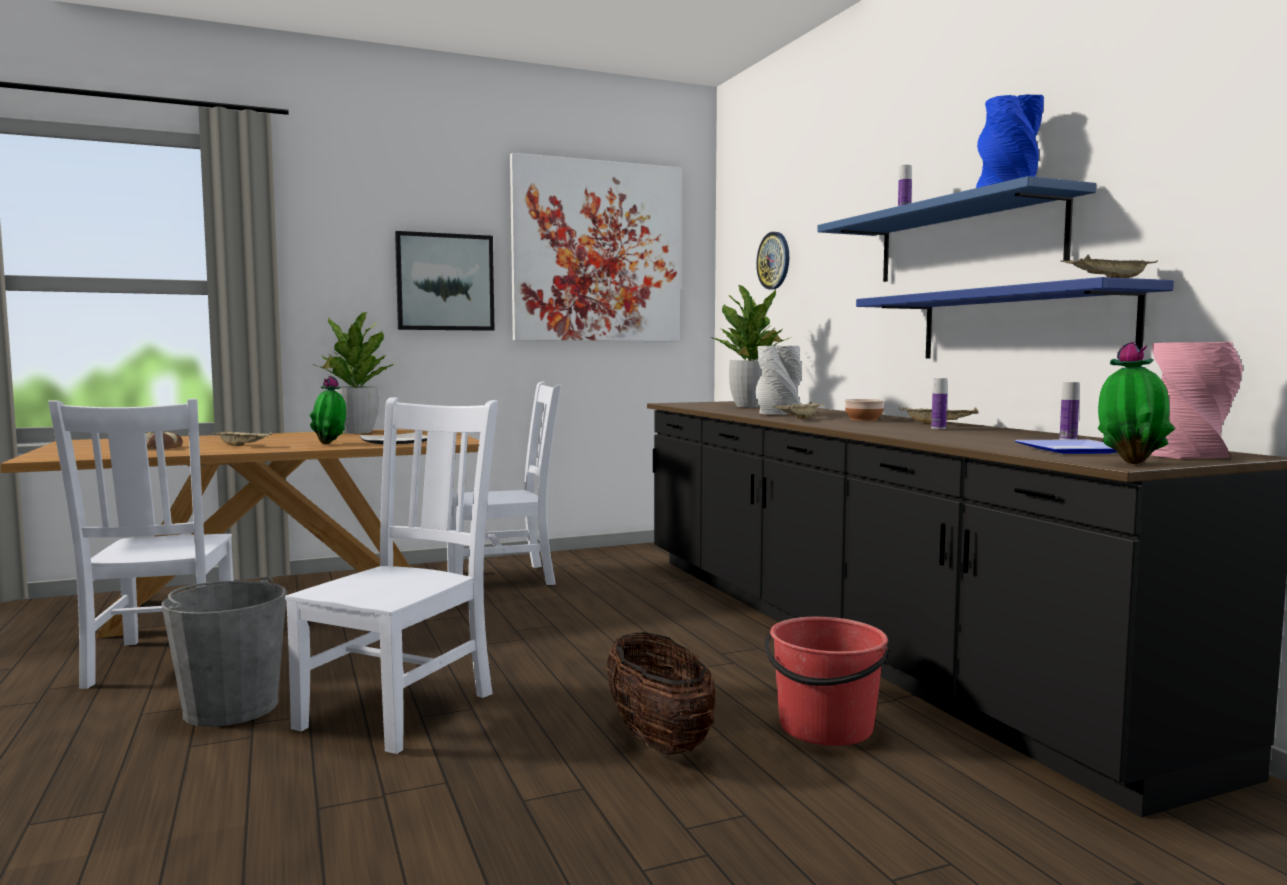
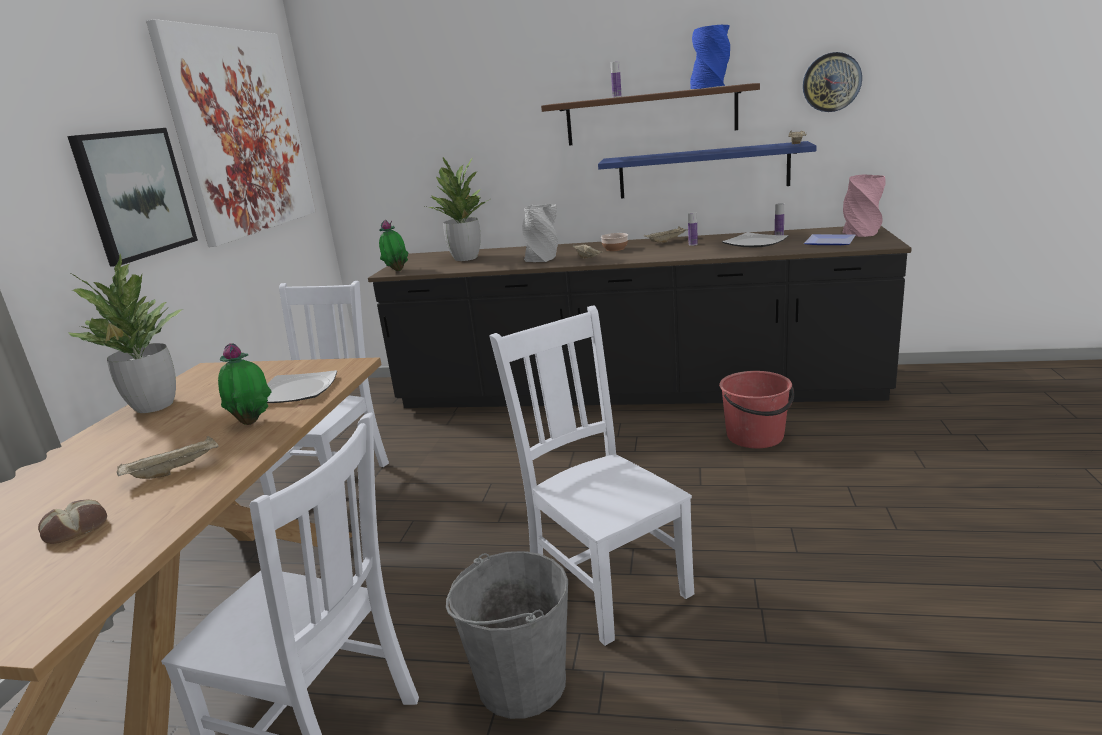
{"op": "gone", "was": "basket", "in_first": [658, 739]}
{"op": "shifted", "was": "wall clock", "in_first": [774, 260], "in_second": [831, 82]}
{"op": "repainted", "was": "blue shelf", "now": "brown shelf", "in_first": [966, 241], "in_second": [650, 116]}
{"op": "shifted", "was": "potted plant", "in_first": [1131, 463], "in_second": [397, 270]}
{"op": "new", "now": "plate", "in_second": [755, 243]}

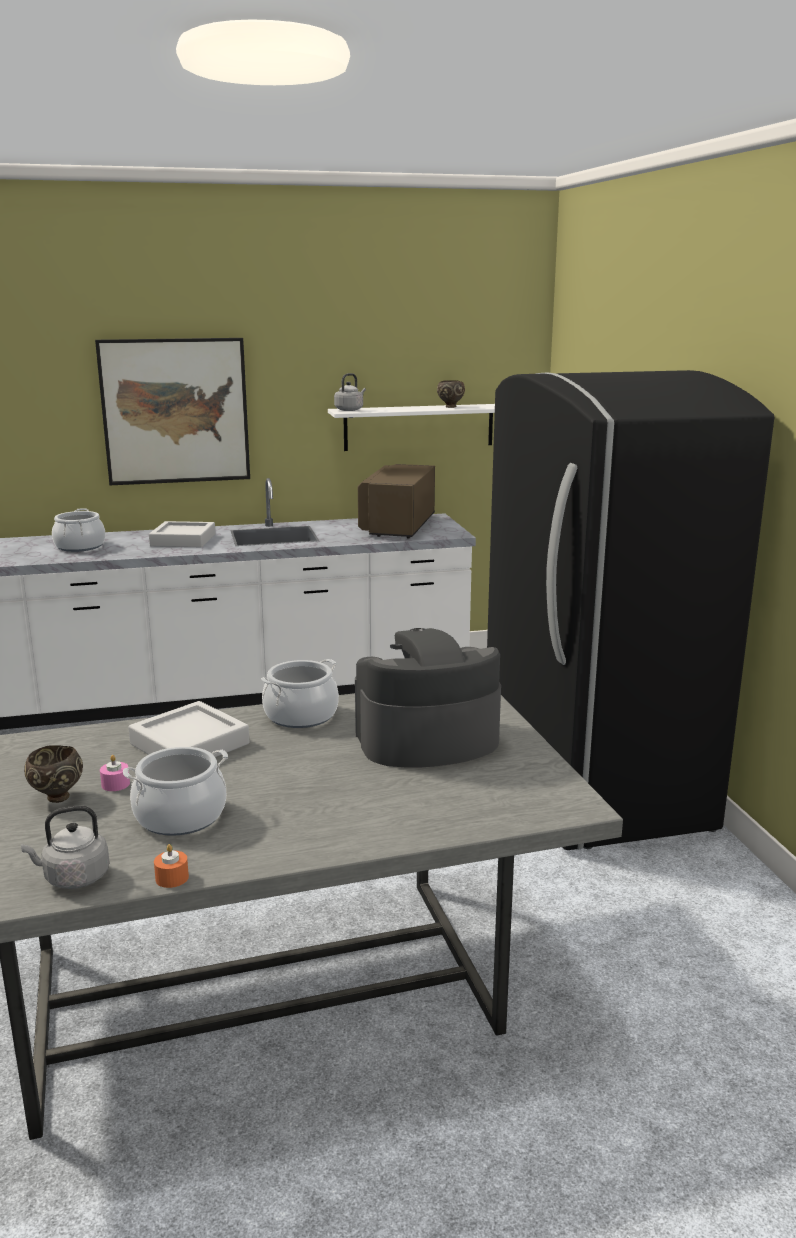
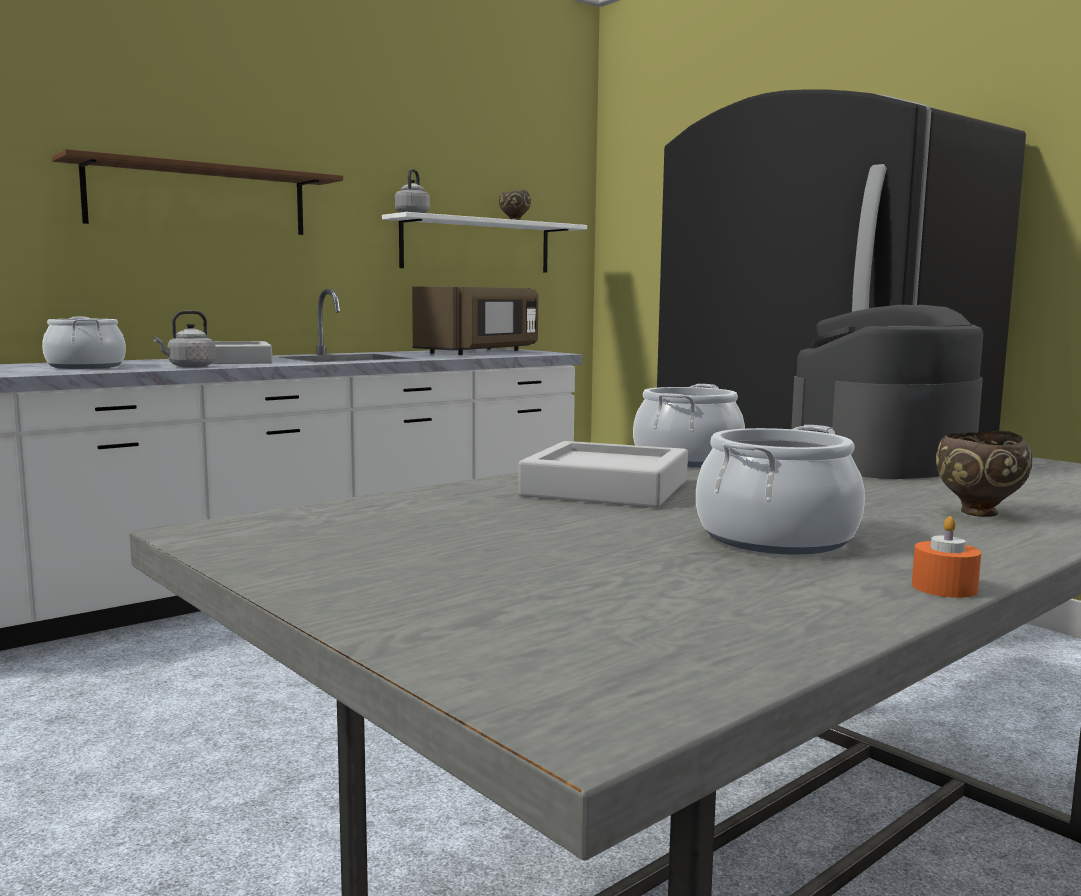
{"op": "shifted", "was": "grey kettle", "in_first": [73, 878], "in_second": [189, 366]}
{"op": "shifted", "was": "brown bowl", "in_first": [56, 798], "in_second": [977, 513]}
{"op": "swapped", "was": "picture", "now": "brown shelf", "in_first": [175, 411], "in_second": [199, 199]}
{"op": "gone", "was": "pink candle", "in_first": [115, 784]}
{"op": "rotated", "was": "brown microwave", "in_first": [397, 526], "in_second": [479, 352], "clockwise": -135}

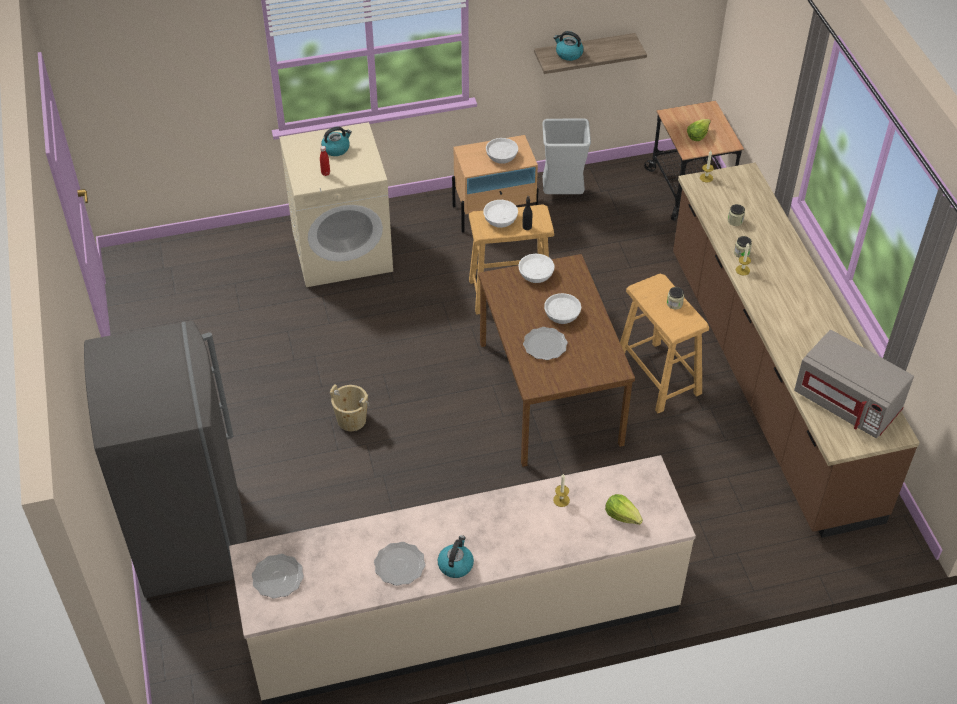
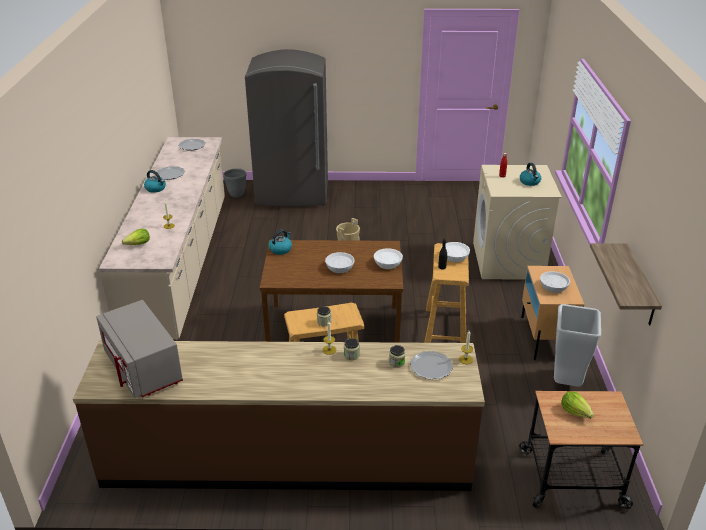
{"op": "shifted", "was": "plate", "in_first": [545, 345], "in_second": [431, 367]}
{"op": "shifted", "was": "kettle", "in_first": [568, 54], "in_second": [280, 249]}
{"op": "rotated", "was": "grey microwave", "in_first": [848, 402], "in_second": [144, 368], "clockwise": -90}
{"op": "new", "now": "grey planter", "in_second": [236, 194]}

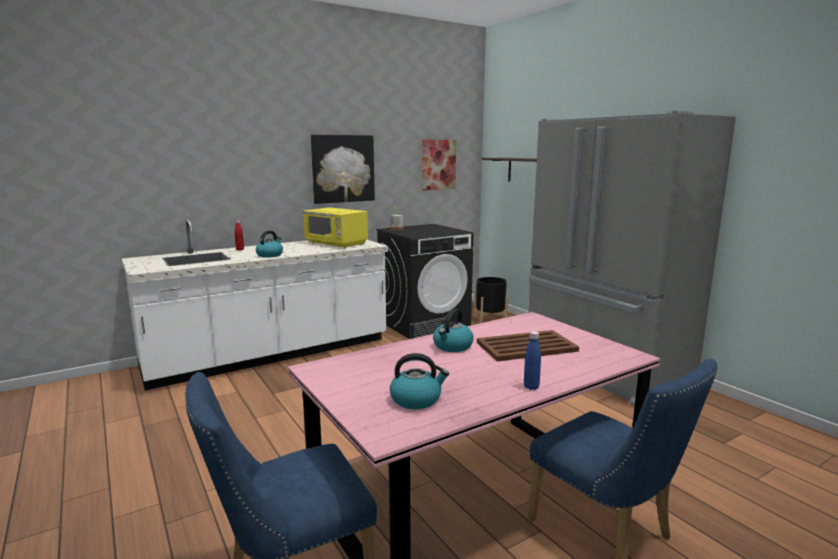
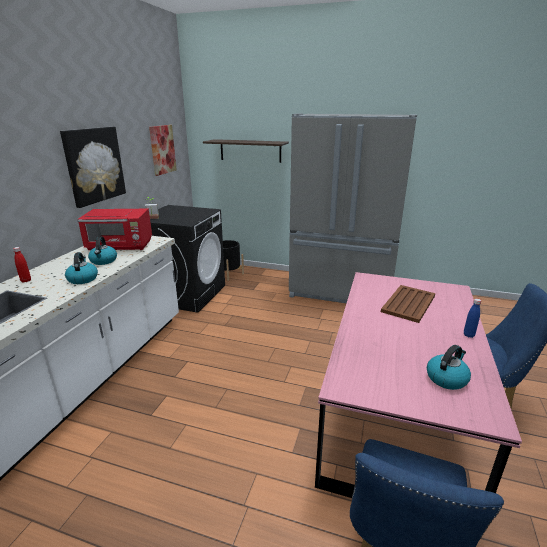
{"op": "repainted", "was": "yellow microwave", "now": "red microwave", "in_first": [336, 244], "in_second": [121, 246]}
{"op": "shifted", "was": "kettle", "in_first": [452, 346], "in_second": [104, 261]}

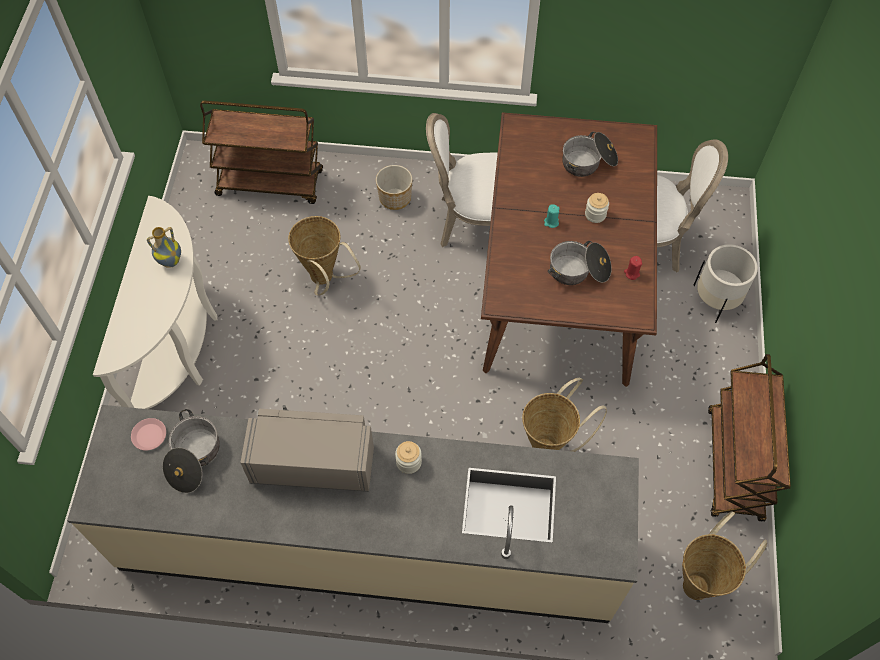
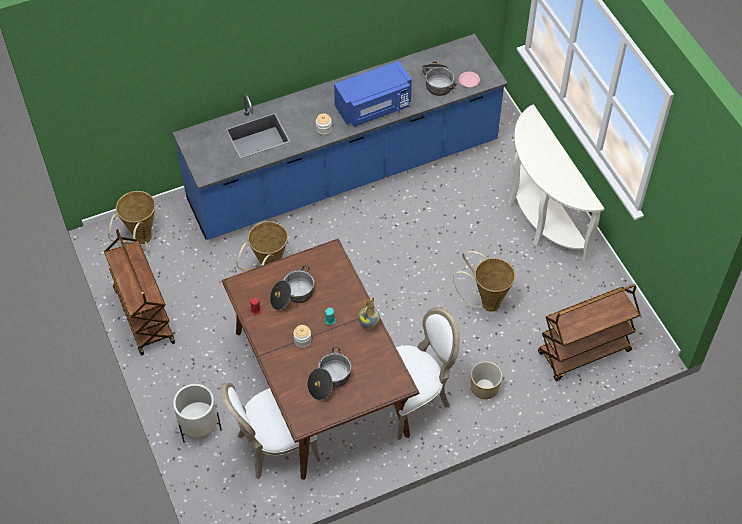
{"op": "repainted", "was": "beige counter", "now": "blue counter", "in_first": [368, 543], "in_second": [344, 173]}
{"op": "shifted", "was": "vase", "in_first": [170, 260], "in_second": [369, 325]}
{"op": "repainted", "was": "grey microwave", "now": "blue microwave", "in_first": [313, 462], "in_second": [374, 107]}

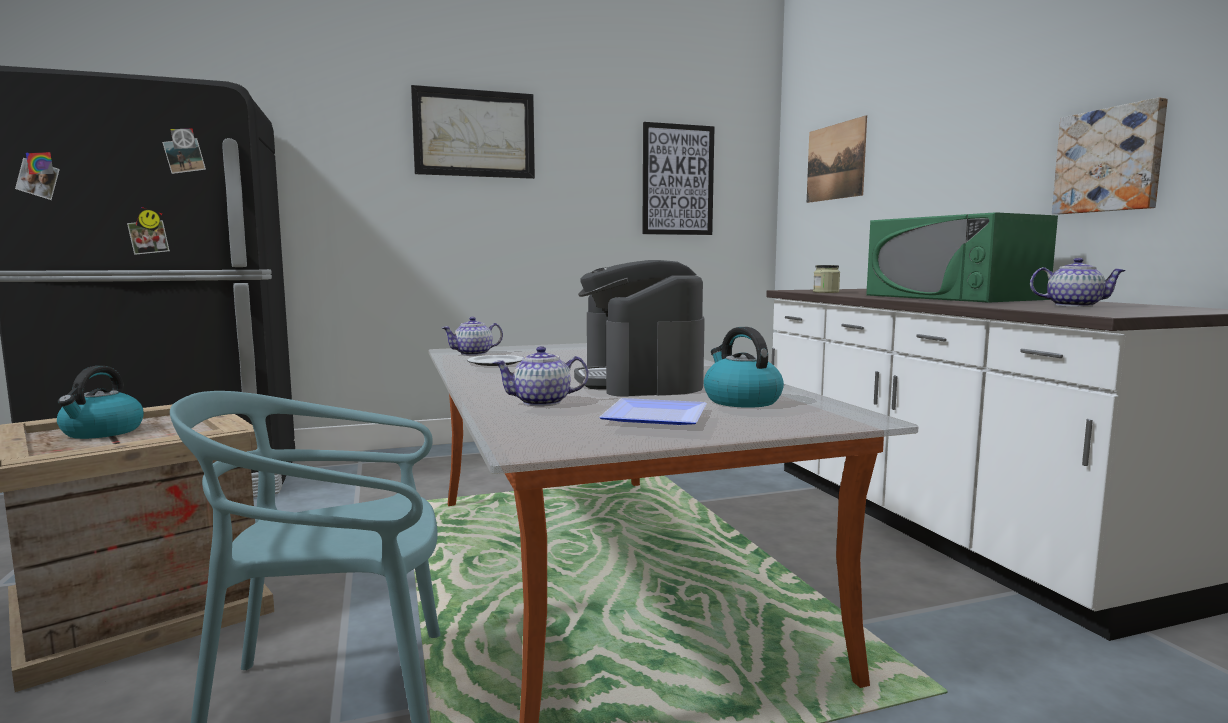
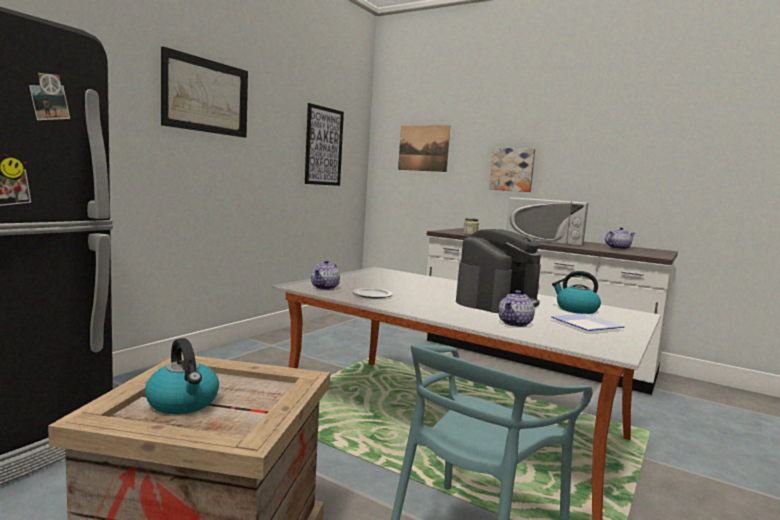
{"op": "rotated", "was": "coffee machine", "in_first": [640, 381], "in_second": [497, 302], "clockwise": -90}
{"op": "repainted", "was": "green microwave", "now": "white microwave", "in_first": [953, 297], "in_second": [545, 240]}
{"op": "shifted", "was": "picture", "in_first": [1109, 160], "in_second": [512, 169]}

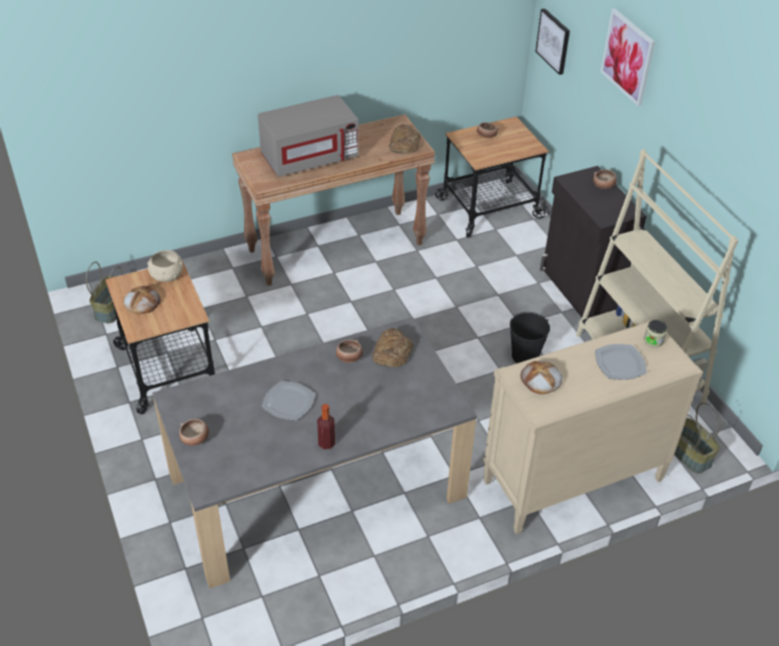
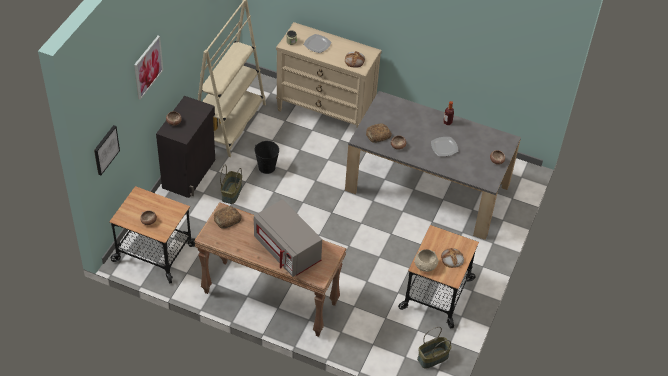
{"op": "rotated", "was": "grey microwave", "in_first": [309, 158], "in_second": [288, 250], "clockwise": -150}
{"op": "shifted", "was": "basket", "in_first": [689, 454], "in_second": [231, 192]}

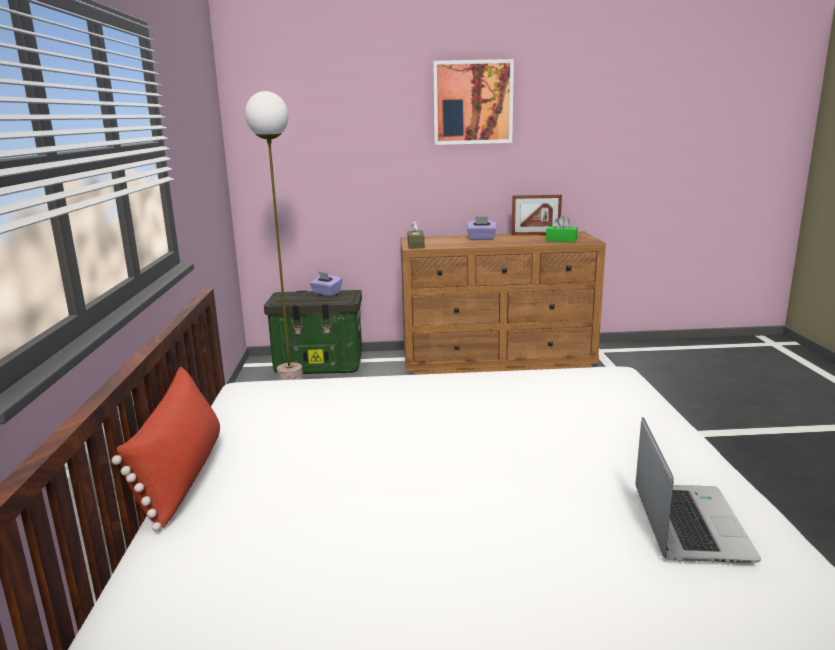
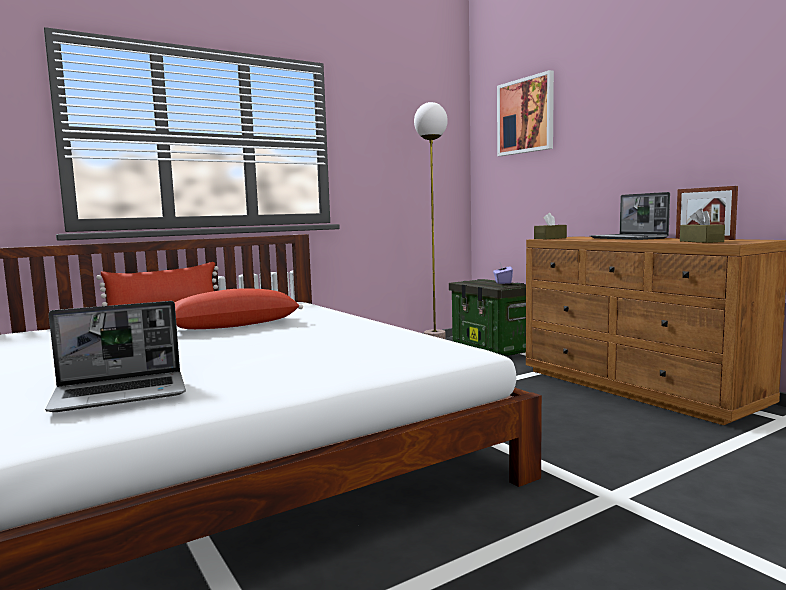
{"op": "shifted", "was": "picture", "in_first": [472, 102], "in_second": [525, 116]}
{"op": "swapped", "was": "purple tissue box", "now": "laptop", "in_first": [481, 239], "in_second": [629, 238]}
{"op": "repainted", "was": "green tissue box", "now": "brown tissue box", "in_first": [561, 240], "in_second": [701, 241]}
{"op": "new", "now": "red pillow", "in_second": [233, 325]}

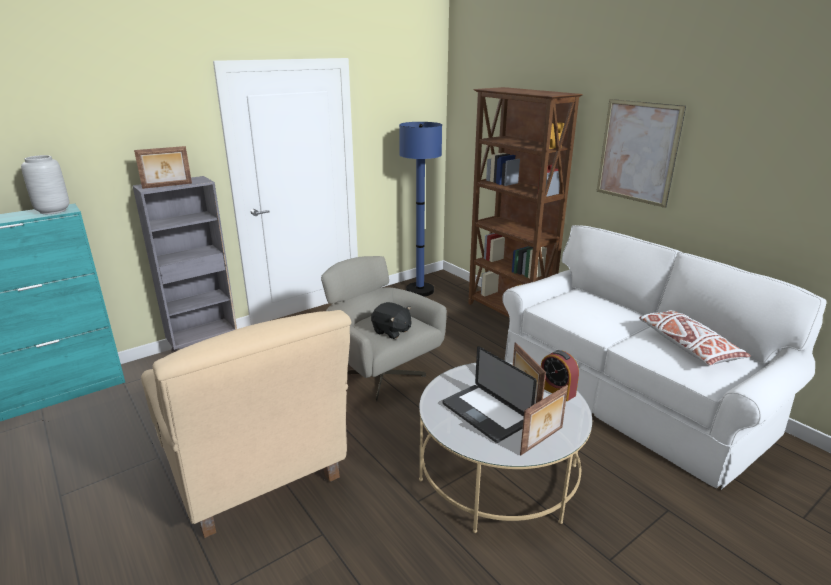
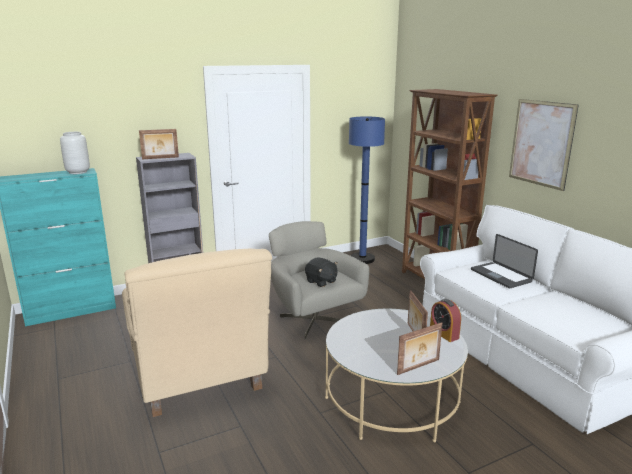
{"op": "shifted", "was": "laptop", "in_first": [485, 413], "in_second": [500, 276]}
{"op": "gone", "was": "white pillow", "in_first": [687, 346]}

